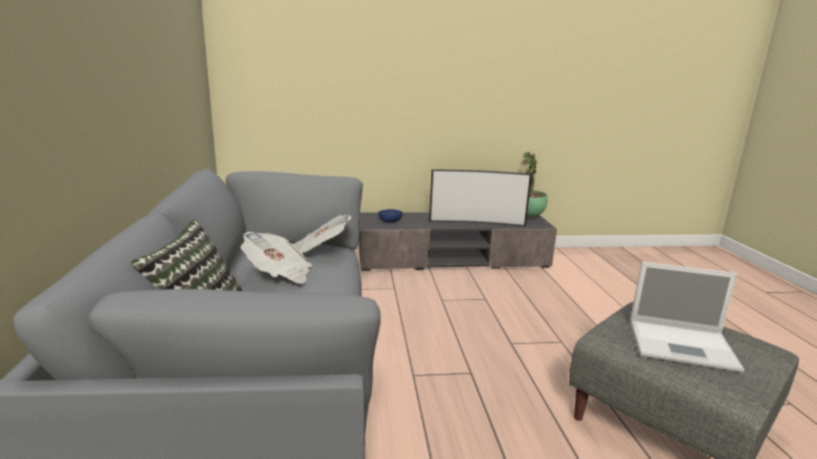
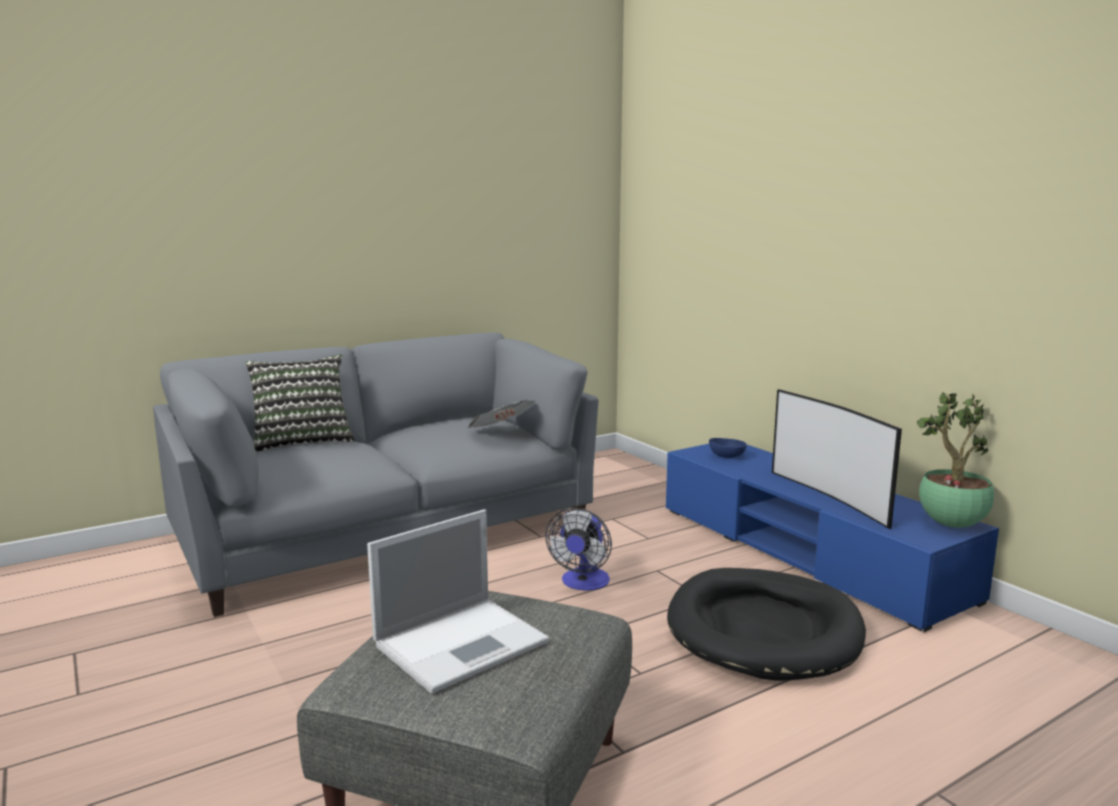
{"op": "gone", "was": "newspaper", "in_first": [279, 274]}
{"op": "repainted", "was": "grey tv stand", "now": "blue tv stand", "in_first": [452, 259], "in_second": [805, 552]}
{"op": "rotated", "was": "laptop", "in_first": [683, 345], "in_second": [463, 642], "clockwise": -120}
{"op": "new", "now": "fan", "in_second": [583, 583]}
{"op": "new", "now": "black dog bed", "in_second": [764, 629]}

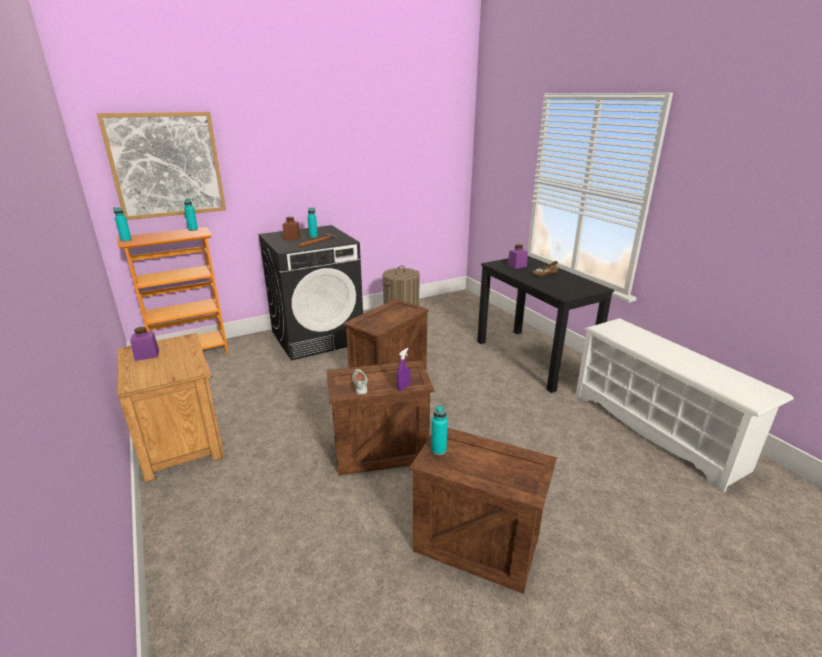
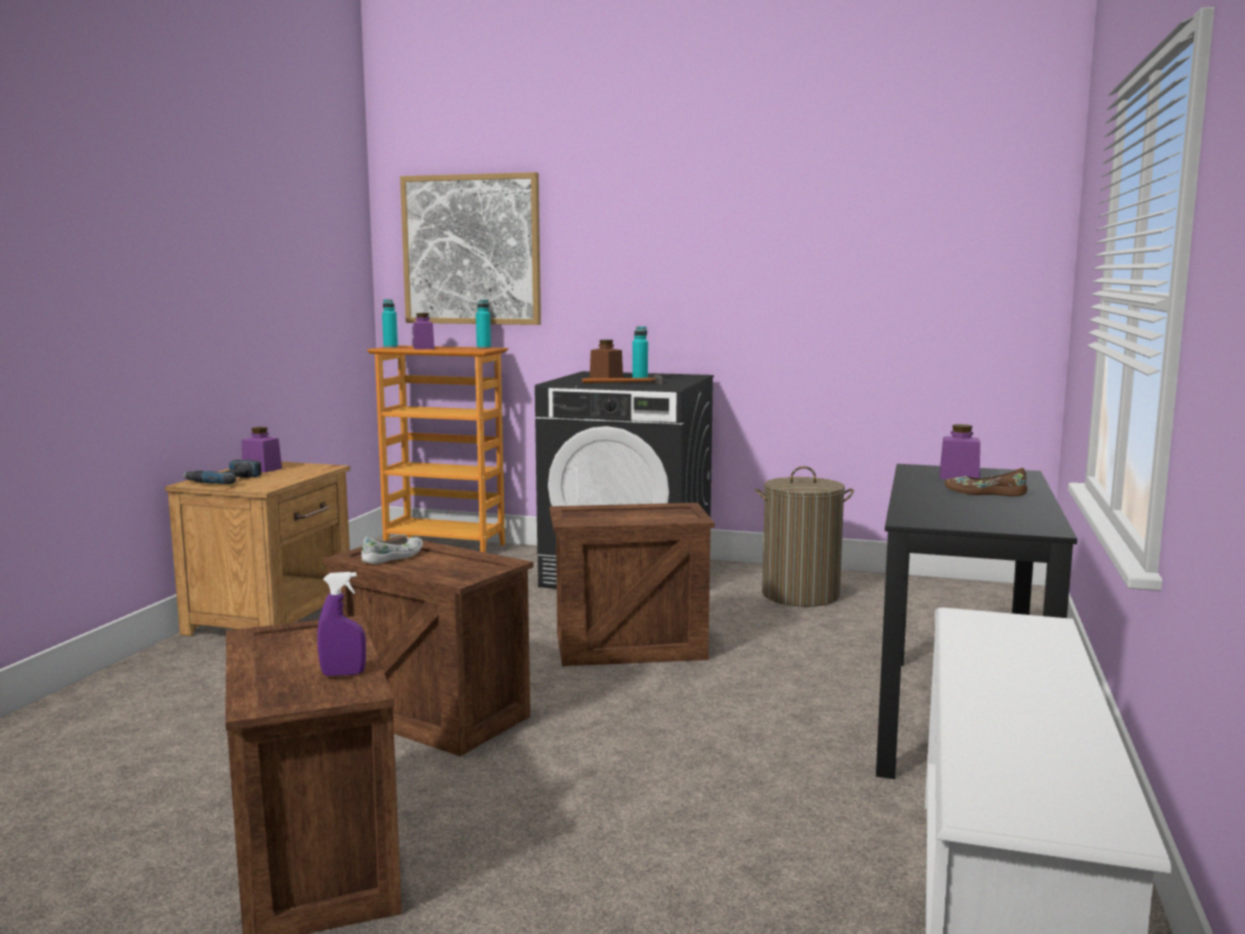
{"op": "shifted", "was": "purple spray bottle", "in_first": [403, 387], "in_second": [343, 674]}
{"op": "gone", "was": "turquoise bottle", "in_first": [438, 450]}
{"op": "new", "now": "power drill", "in_second": [224, 480]}
{"op": "new", "now": "purple jar", "in_second": [423, 348]}

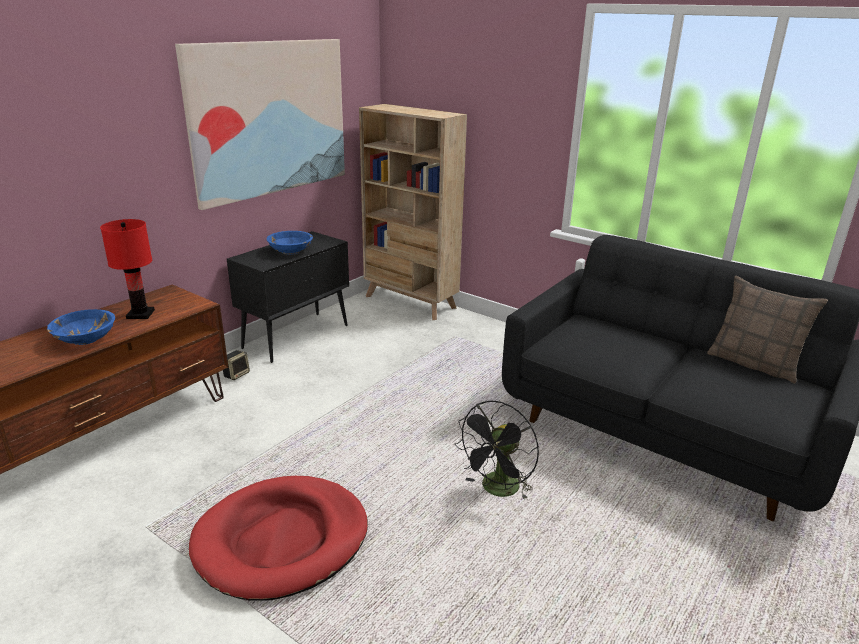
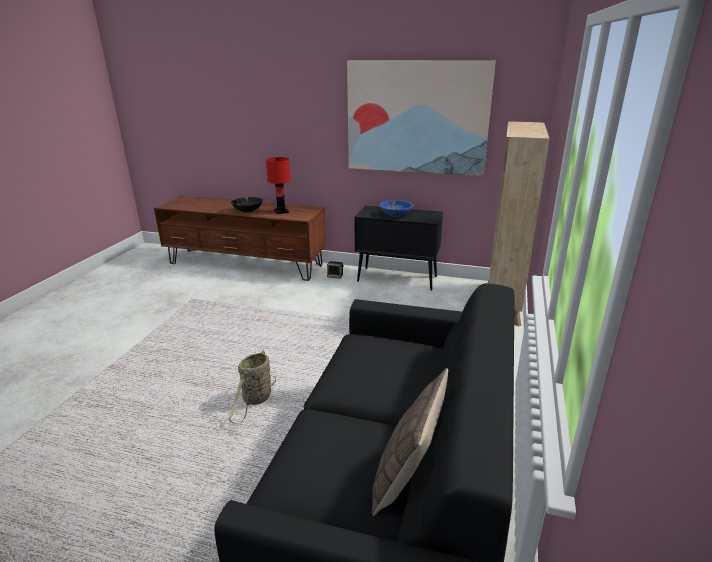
{"op": "repainted", "was": "blue bowl", "now": "black bowl", "in_first": [85, 339], "in_second": [247, 210]}
{"op": "gone", "was": "red dog bed", "in_first": [282, 540]}
{"op": "swapped", "was": "black fan", "now": "basket", "in_first": [497, 490], "in_second": [256, 399]}

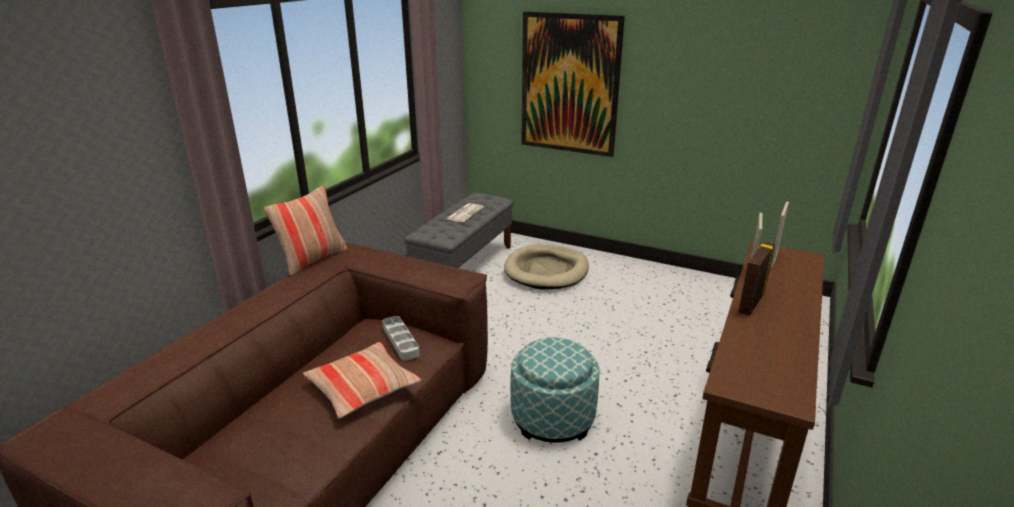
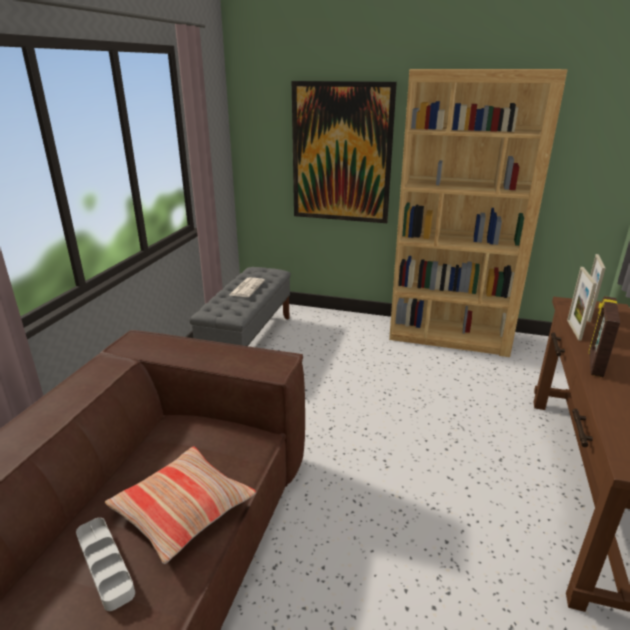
{"op": "gone", "was": "pillow", "in_first": [313, 259]}
{"op": "shifted", "was": "grey tray", "in_first": [400, 340], "in_second": [105, 565]}
{"op": "gone", "was": "beige dog bed", "in_first": [546, 270]}
{"op": "gone", "was": "ottoman", "in_first": [552, 417]}
{"op": "new", "now": "brown bookcase", "in_second": [449, 336]}

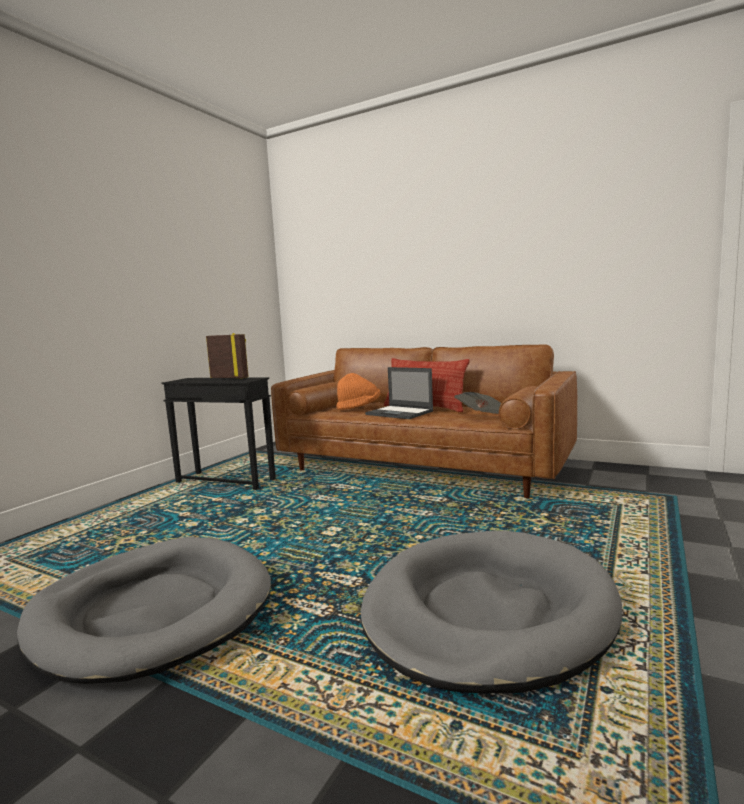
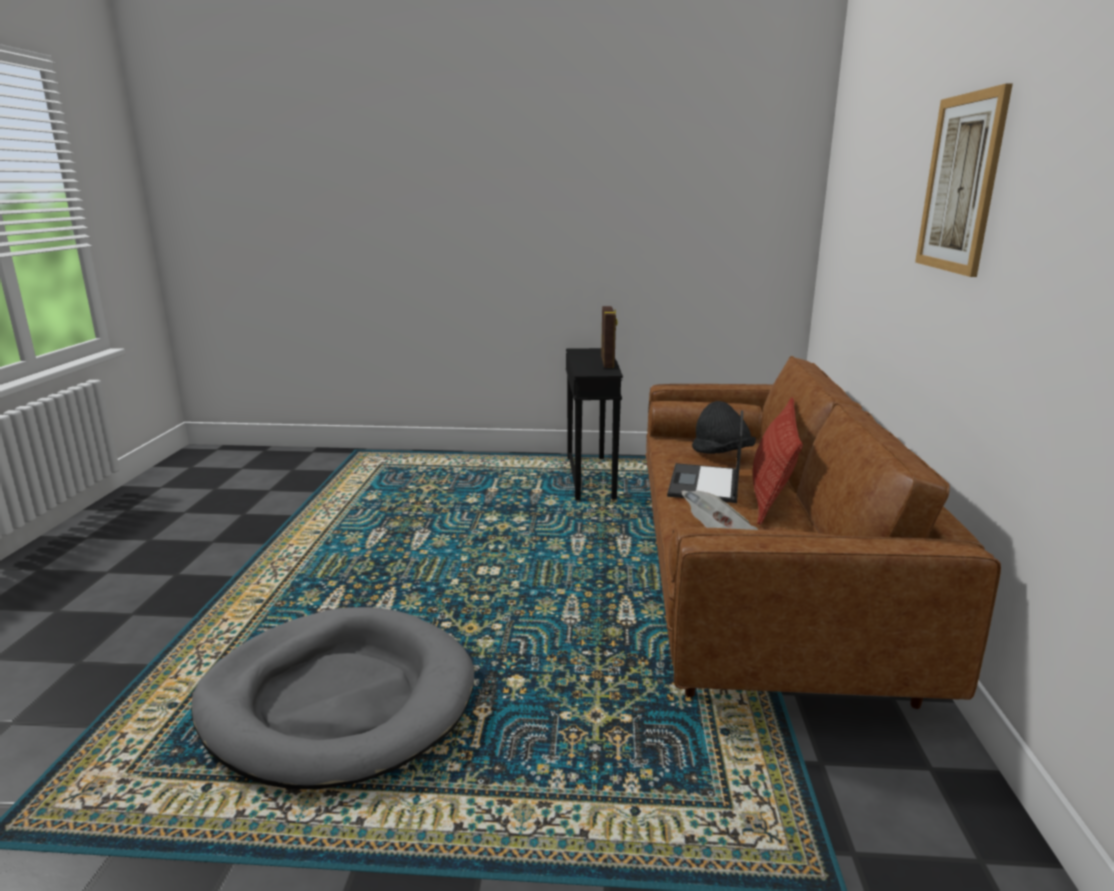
{"op": "gone", "was": "grey dog bed", "in_first": [152, 611]}
{"op": "repainted", "was": "orange hat", "now": "black hat", "in_first": [359, 407], "in_second": [721, 454]}
{"op": "new", "now": "picture", "in_second": [960, 184]}

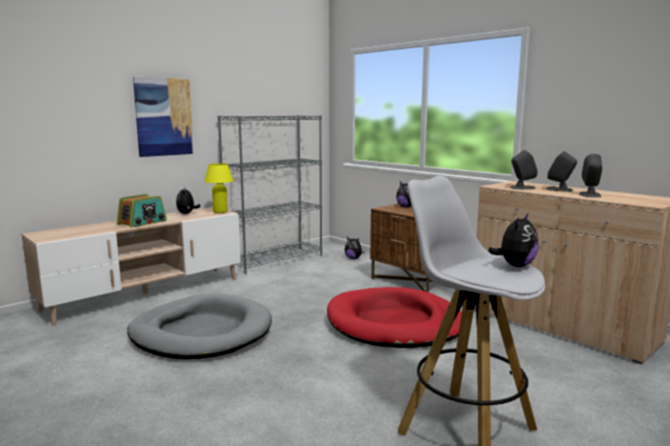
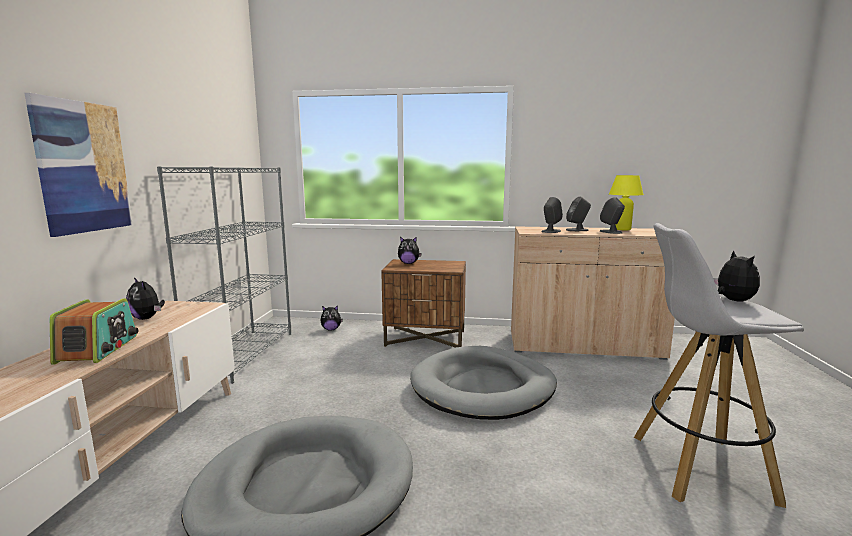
{"op": "shifted", "was": "yellow table lamp", "in_first": [220, 212], "in_second": [622, 229]}
{"op": "repainted", "was": "red dog bed", "now": "grey dog bed", "in_first": [395, 323], "in_second": [483, 387]}

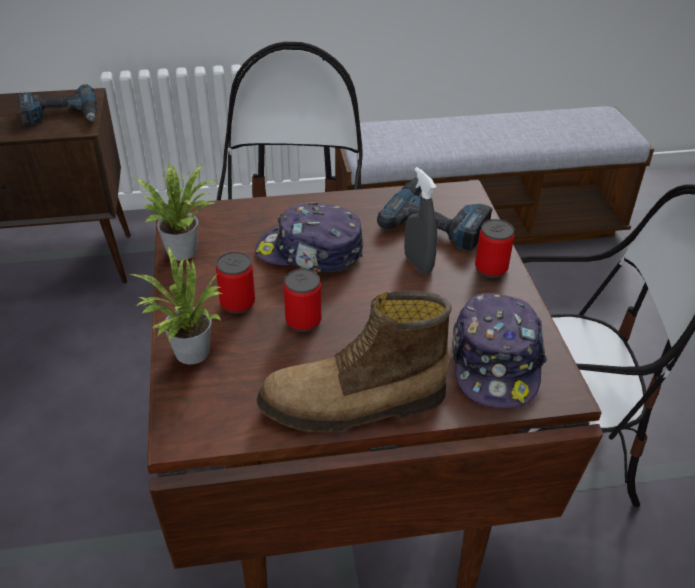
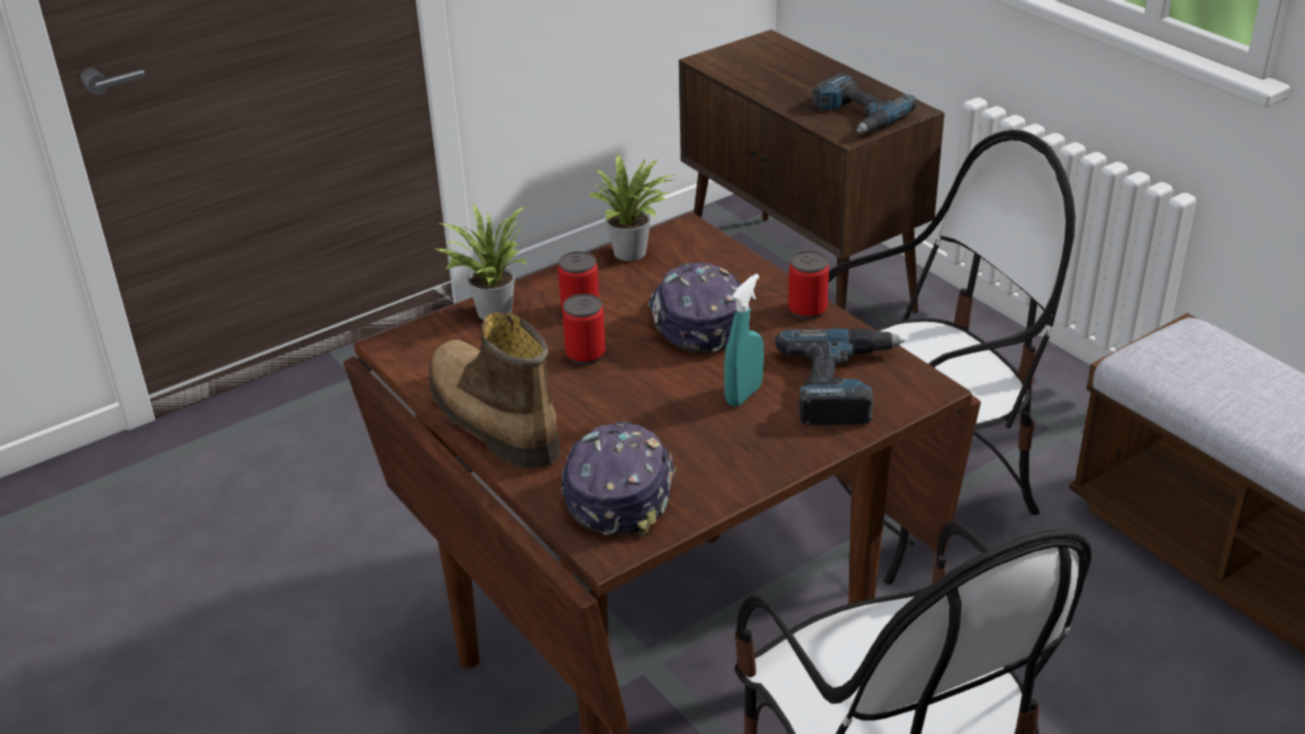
{"op": "repainted", "was": "grey spray bottle", "now": "turquoise spray bottle", "in_first": [418, 264], "in_second": [743, 395]}
{"op": "rotated", "was": "cap", "in_first": [496, 362], "in_second": [619, 491], "clockwise": 120}
{"op": "shifted", "was": "can", "in_first": [491, 268], "in_second": [807, 309]}

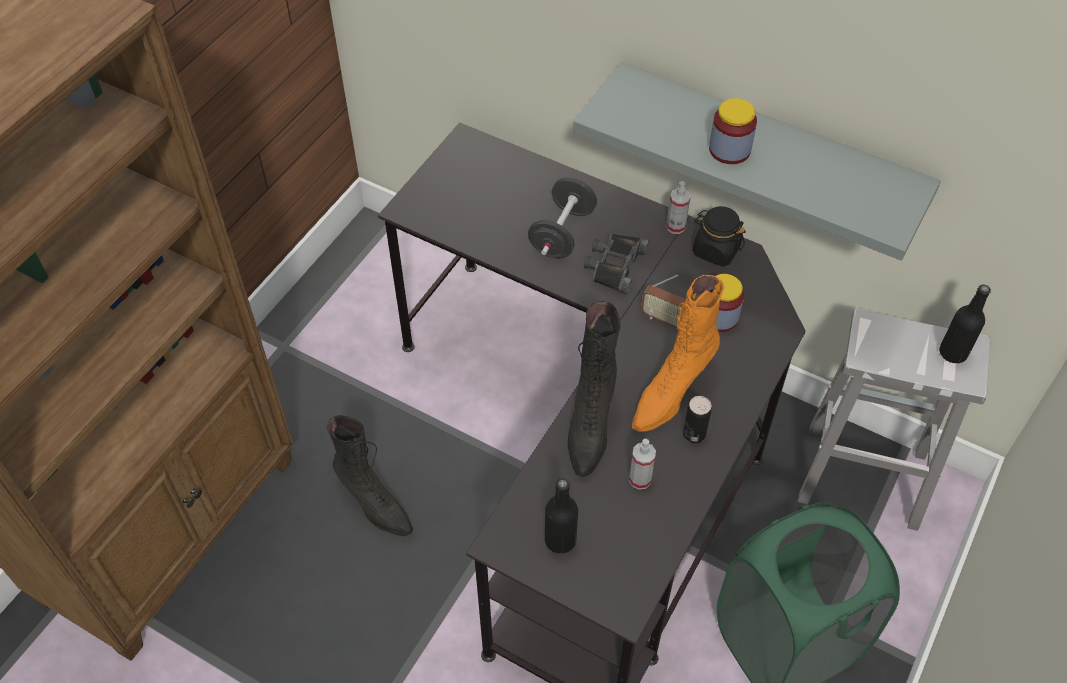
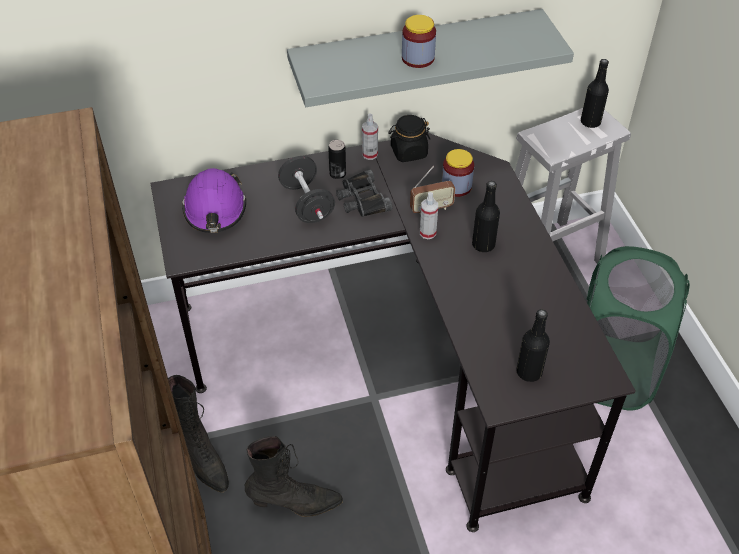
{"op": "shifted", "was": "black boot", "in_first": [590, 425], "in_second": [202, 459]}
{"op": "shifted", "was": "spray bottle", "in_first": [640, 479], "in_second": [427, 233]}
{"op": "swapped", "was": "orange boot", "now": "black bottle", "in_first": [671, 392], "in_second": [483, 245]}
{"op": "shifted", "was": "can", "in_first": [694, 434], "in_second": [337, 174]}
{"op": "new", "now": "purple hard hat", "in_second": [215, 210]}

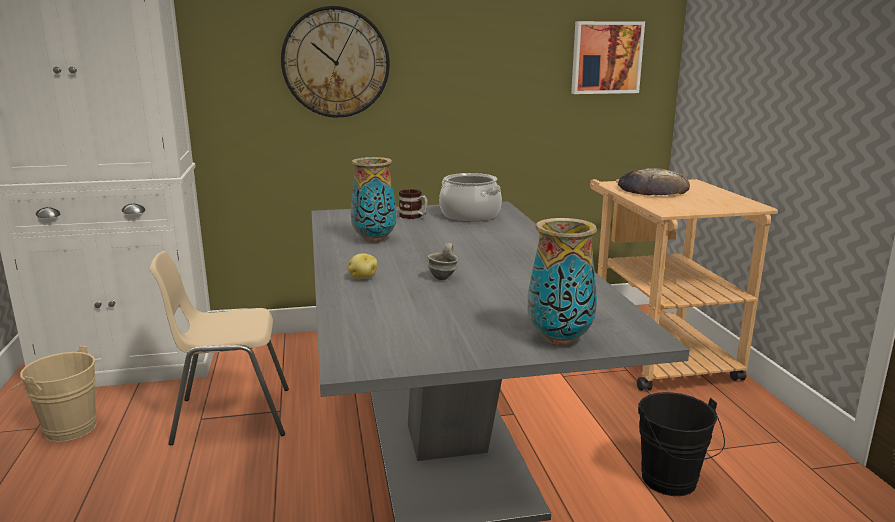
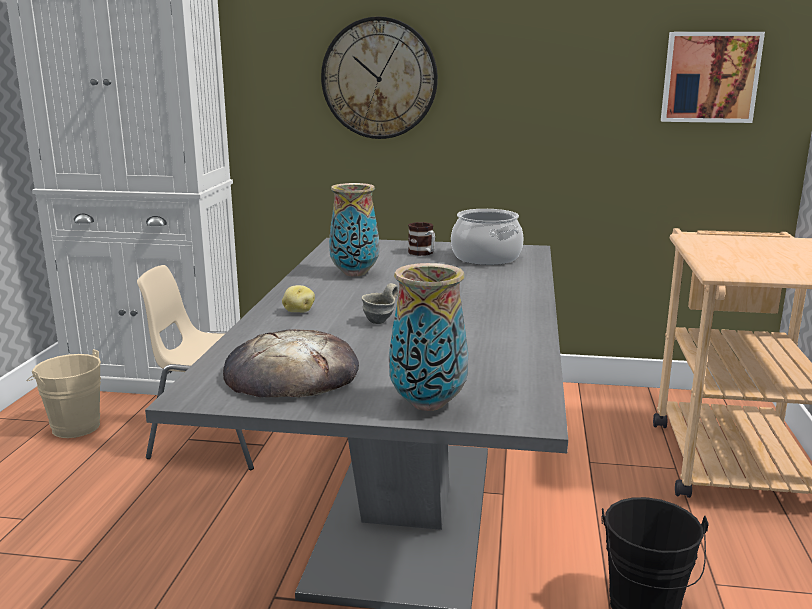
{"op": "shifted", "was": "bread", "in_first": [652, 189], "in_second": [291, 374]}

